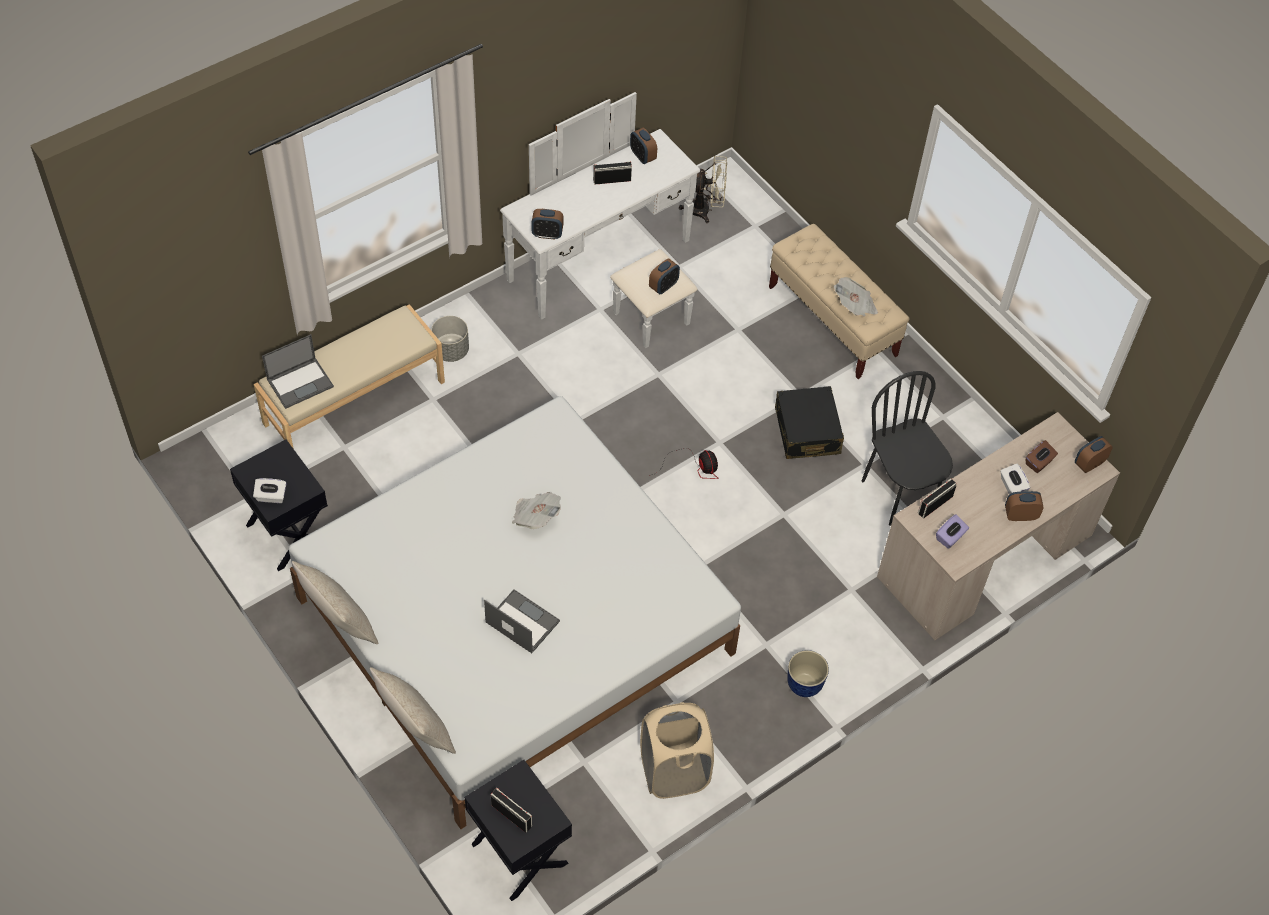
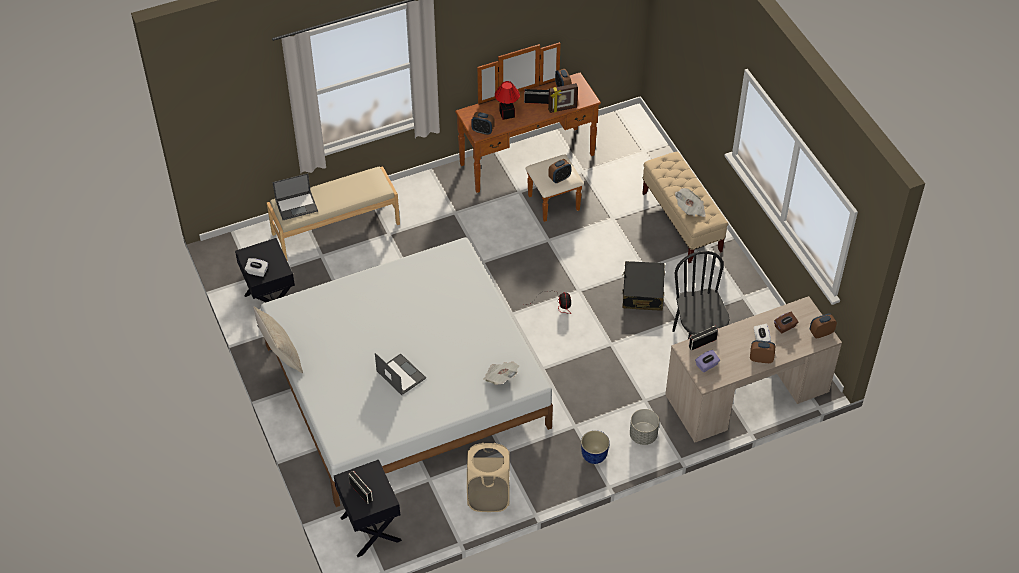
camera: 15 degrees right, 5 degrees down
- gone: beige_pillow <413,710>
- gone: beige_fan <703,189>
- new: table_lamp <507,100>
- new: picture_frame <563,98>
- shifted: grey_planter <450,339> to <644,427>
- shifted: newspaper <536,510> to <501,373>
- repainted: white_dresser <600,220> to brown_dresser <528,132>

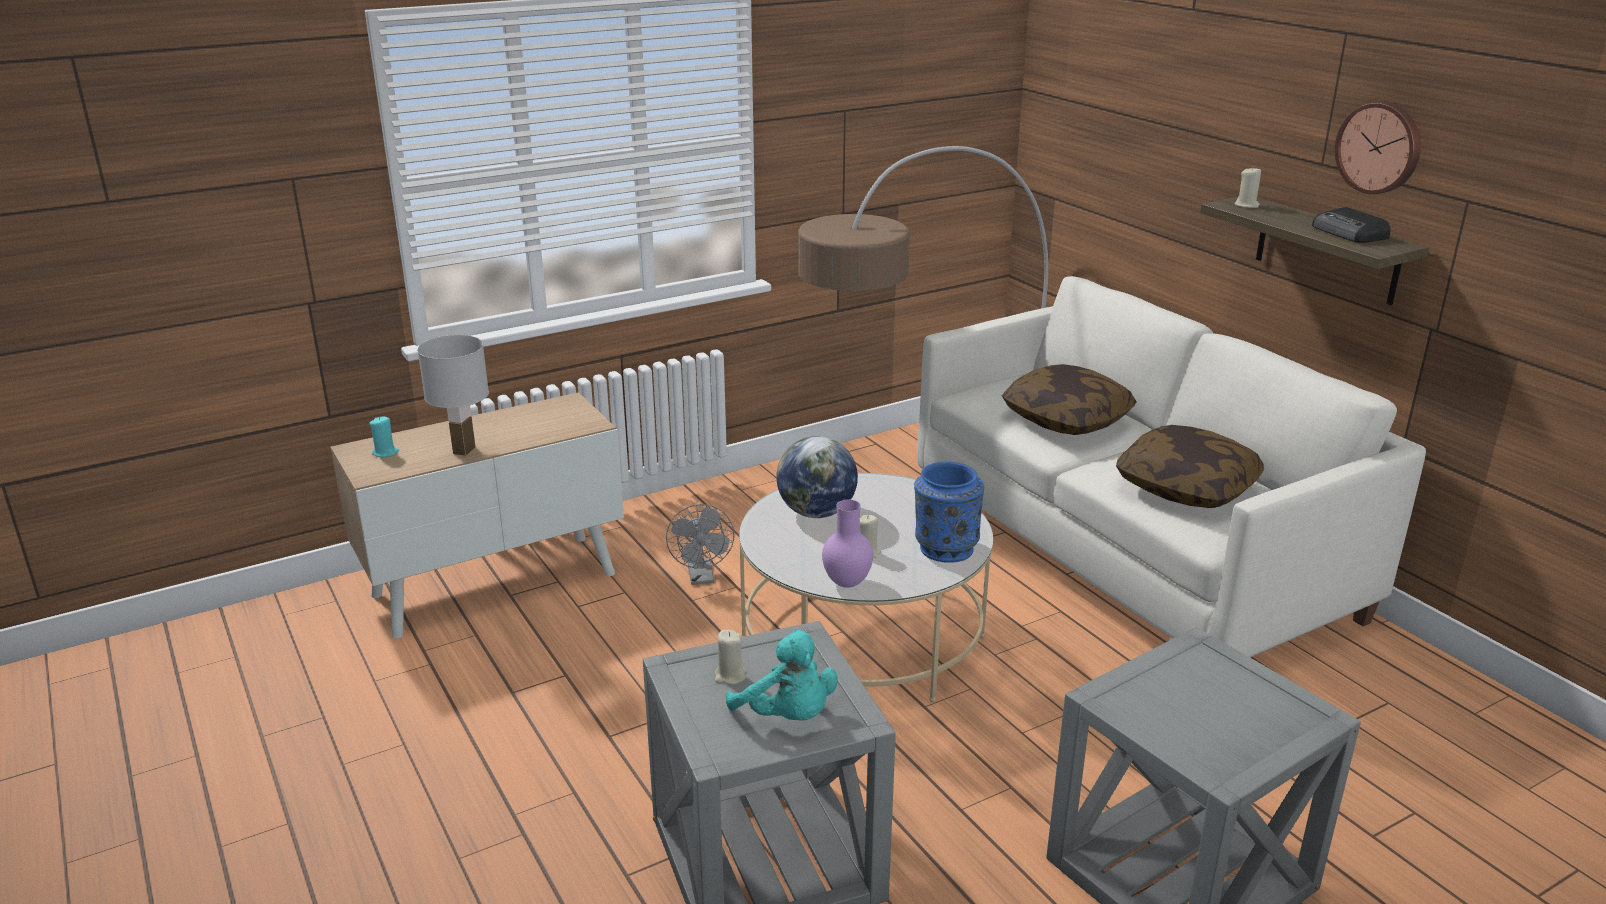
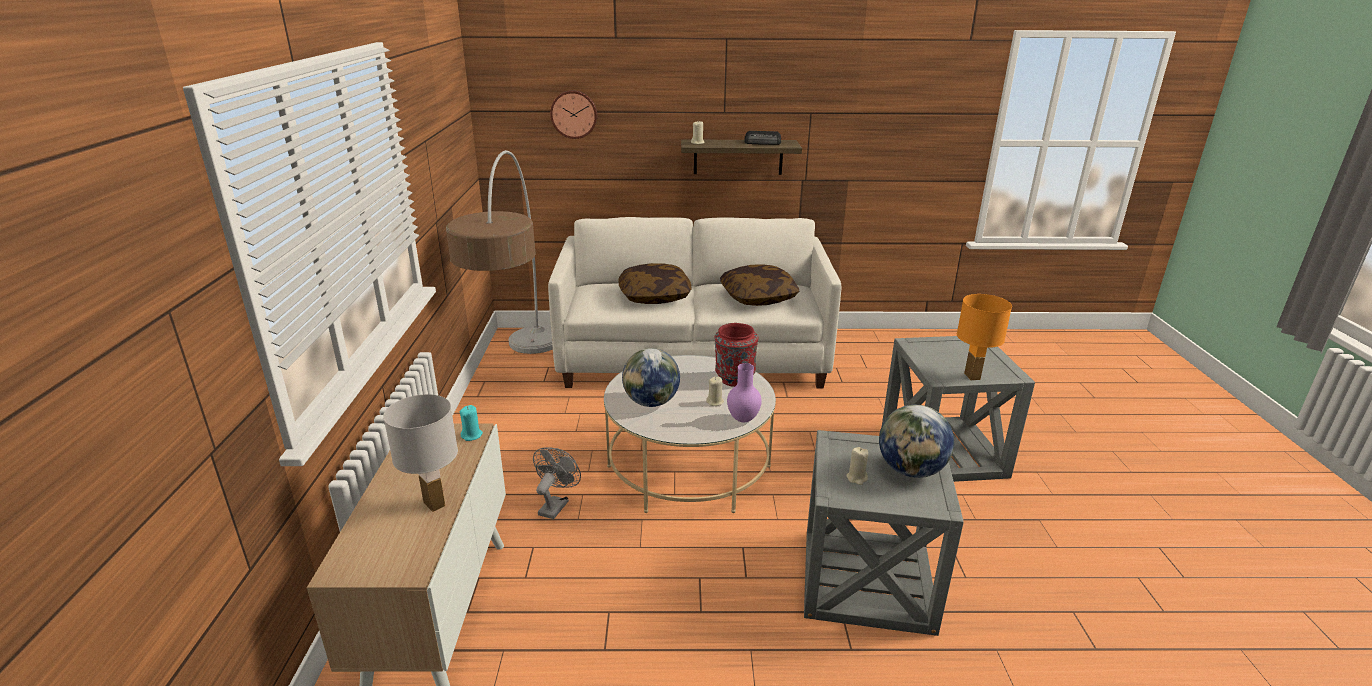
camera: 60 degrees left, 0 degrees up
- new: orange_table_lamp <984,337>
- shifted: turquoise_candle <384,436> to <471,423>
- shifted: wall_clock <1378,148> to <573,114>
- swapped: turquoise_plush_toy <782,675> to globe <916,441>
- repainted: blue_vase <949,512> to red_vase <736,355>
- rotated: grey_fan <700,544> = <557,483> 90 degrees counterclockwise

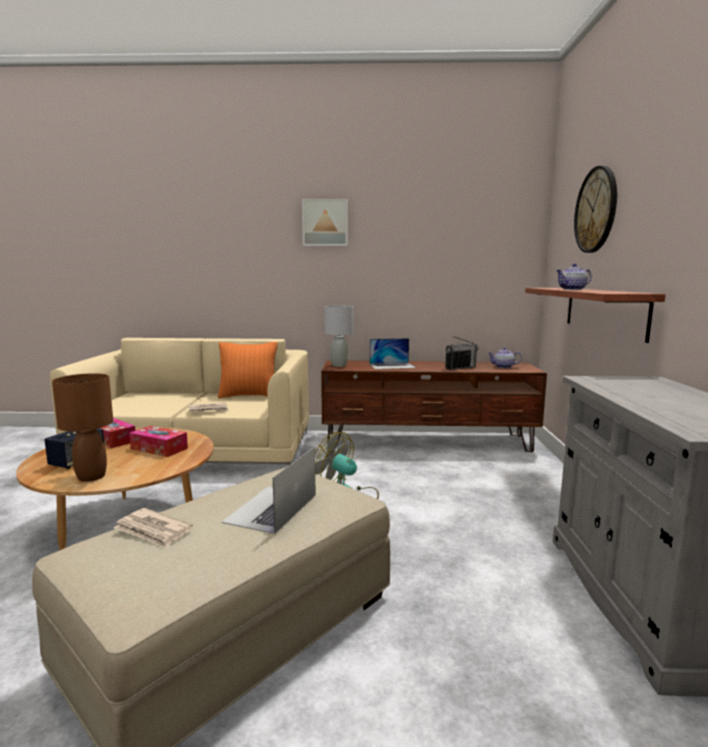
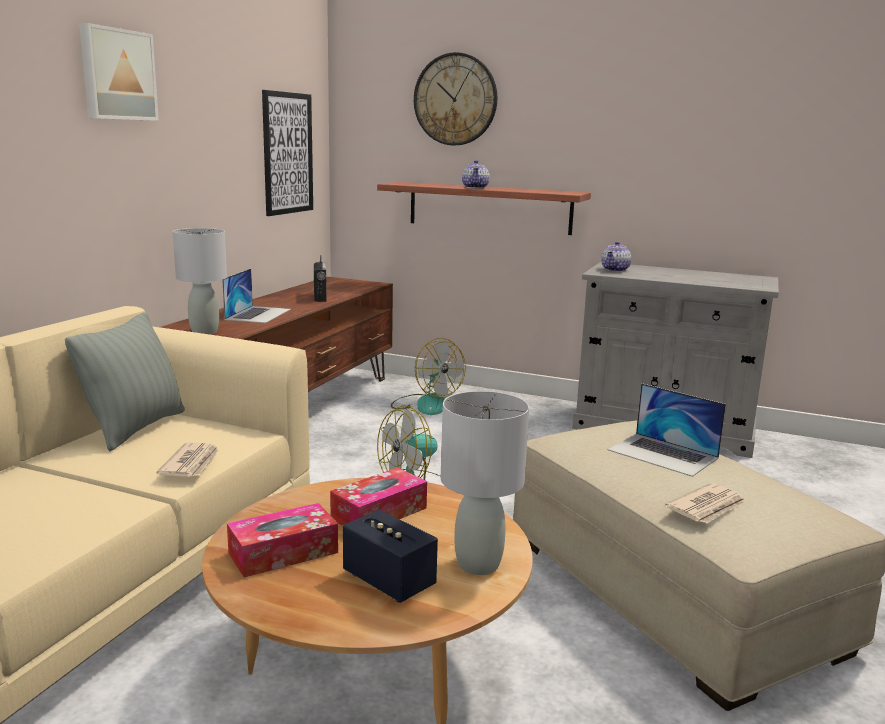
camera: 70 degrees left, 5 degrees up
- new: picture <287,153>
- new: fan <428,376>
- shifted: teapot <504,358> to <616,256>
- repainted: brown_table_lamp <82,427> to grey_table_lamp <485,483>
- repainted: orange_pillow <248,370> to grey_pillow <125,381>

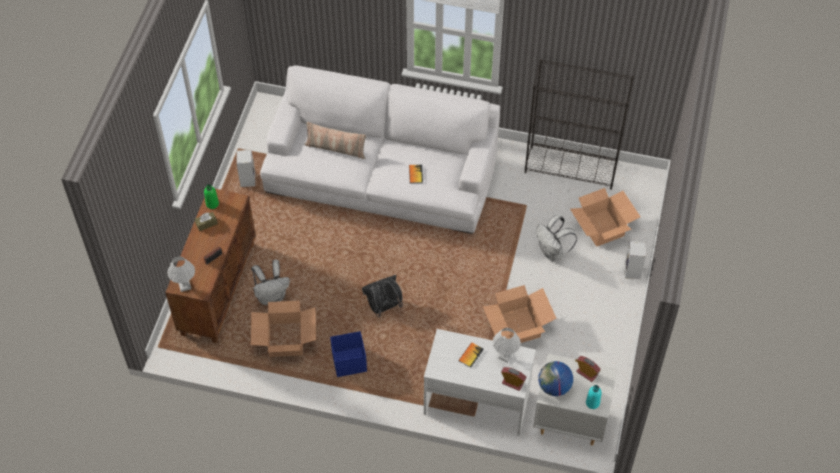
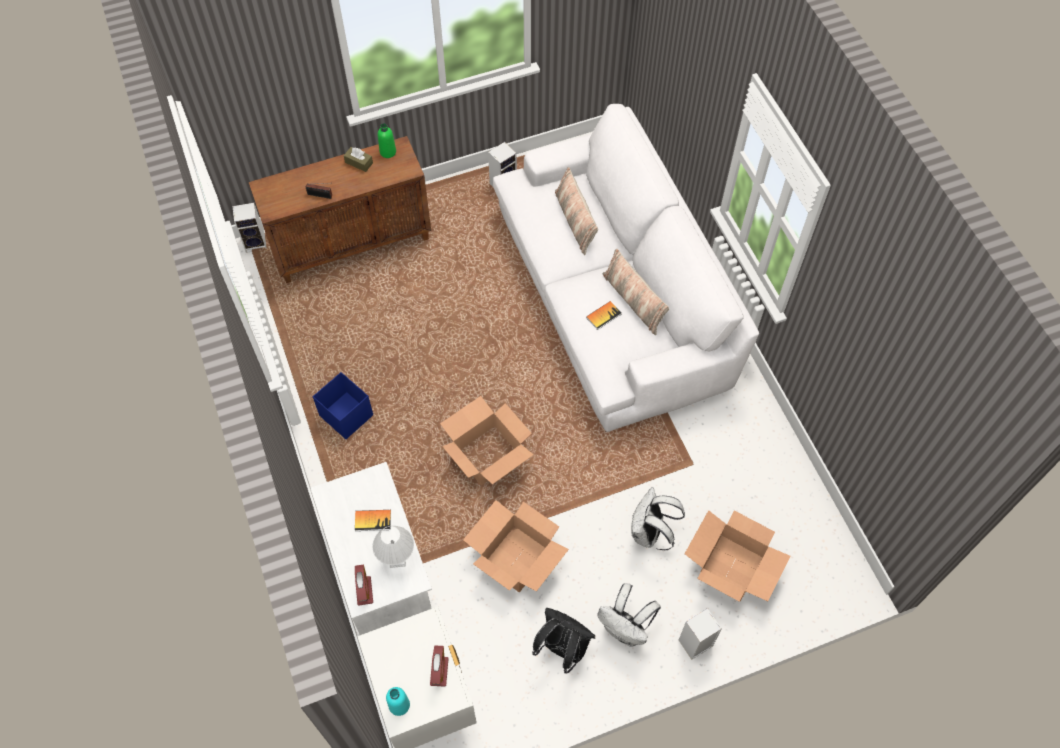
camera: 55 degrees right, 5 degrees up
- gone: white_table_lamp <181,274>
- gone: black_bookcase <579,124>
- gone: globe <555,378>
- new: speaker <250,228>
- new: pillow <636,292>
- shifted: white_backpack <270,282> to <629,614>
- shifted: cardboard_box <283,329> to <487,441>
- shifted: black_backpack <382,296> to <563,640>

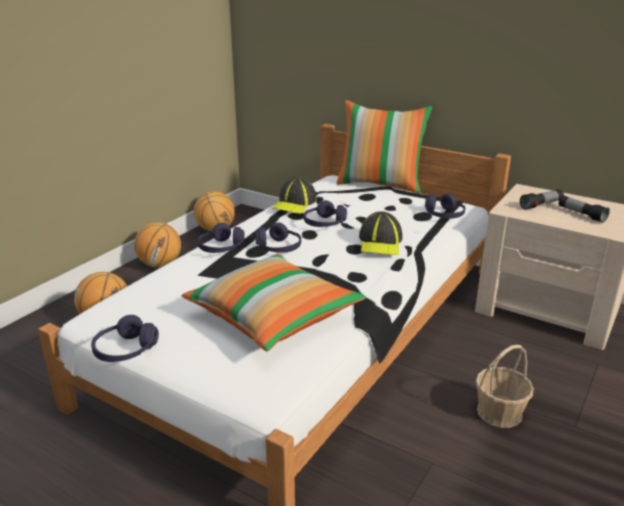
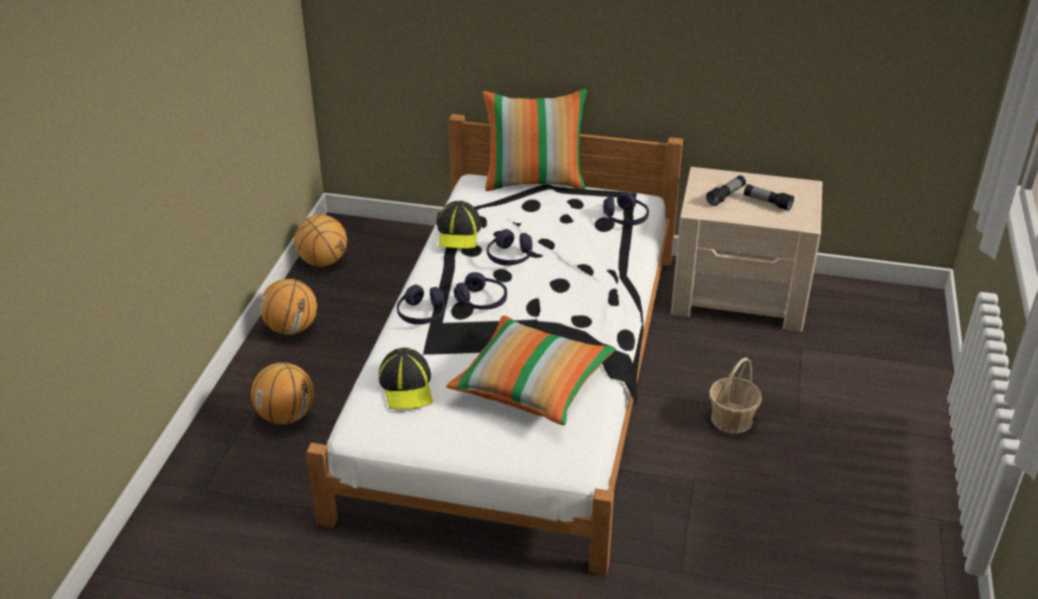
camera: 20 degrees left, 10 degrees up
- gone: purple_headphones <125,338>
- shifted: cap <381,233> to <406,378>

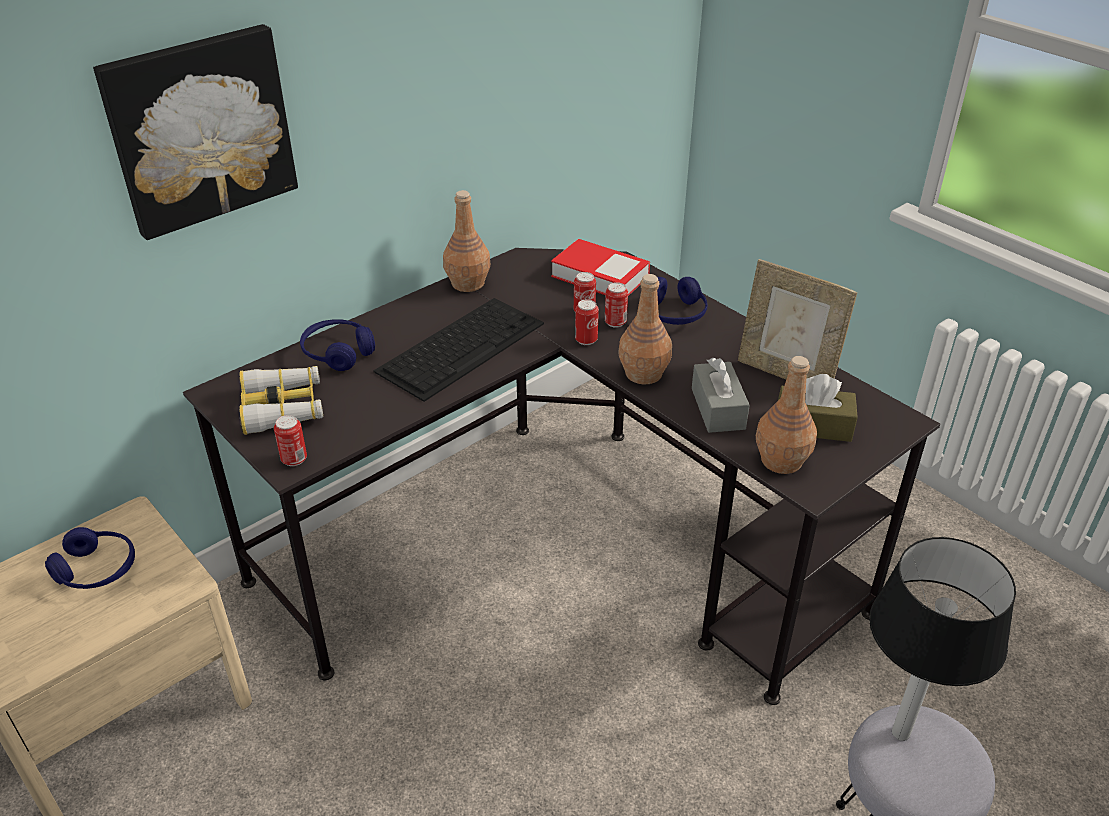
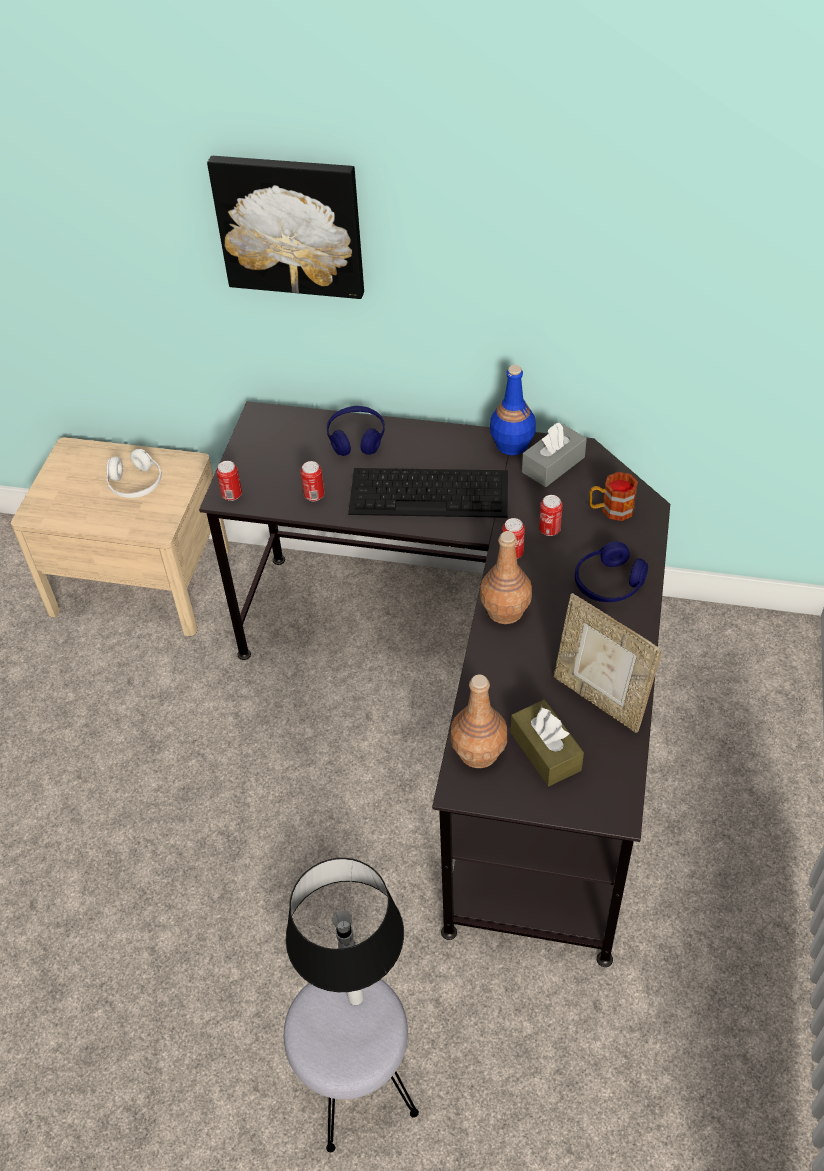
camera: 55 degrees right, 10 degrees up
- gone: binoculars <281,400>
- shifted: can <616,305> to <312,481>
- shifted: grey_tissue_box <721,395> to <554,455>
- swapped: book <600,267> to mug <613,496>
- repainted: blue_headphones <90,558> to white_headphones <134,473>
- repainted: brown_bottle <466,241> to blue_bottle <513,410>
- rotated: picture_frame <797,319> = <608,663> 45 degrees counterclockwise

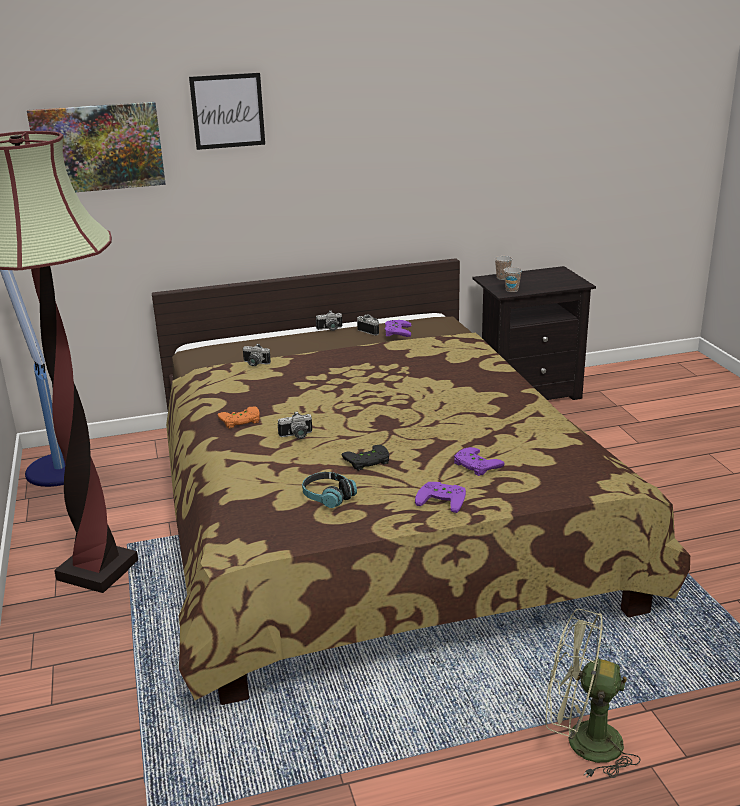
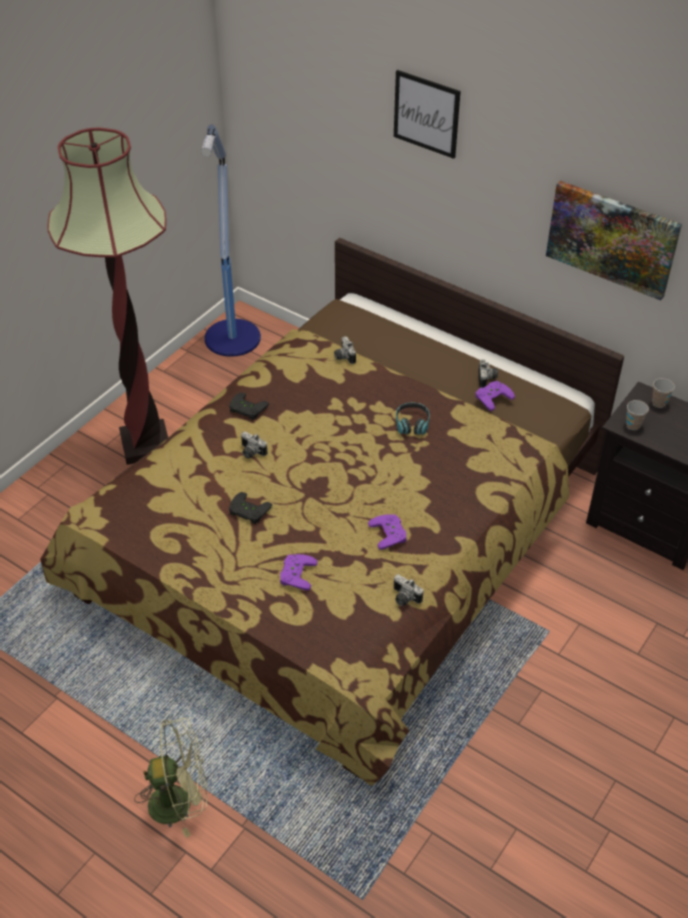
camera: 50 degrees right, 20 degrees up
- shifted: picture <96,147> to <614,240>
- shifted: headphones <329,490> to <413,418>
- shifted: photo_camera <329,321> to <408,590>
- shifted: purple_game_controller <440,497> to <387,532>
- repainted: orange_game_controller <238,417> to black_game_controller <249,406>
- rotated: green_fan <592,693> = <171,778> 105 degrees clockwise

